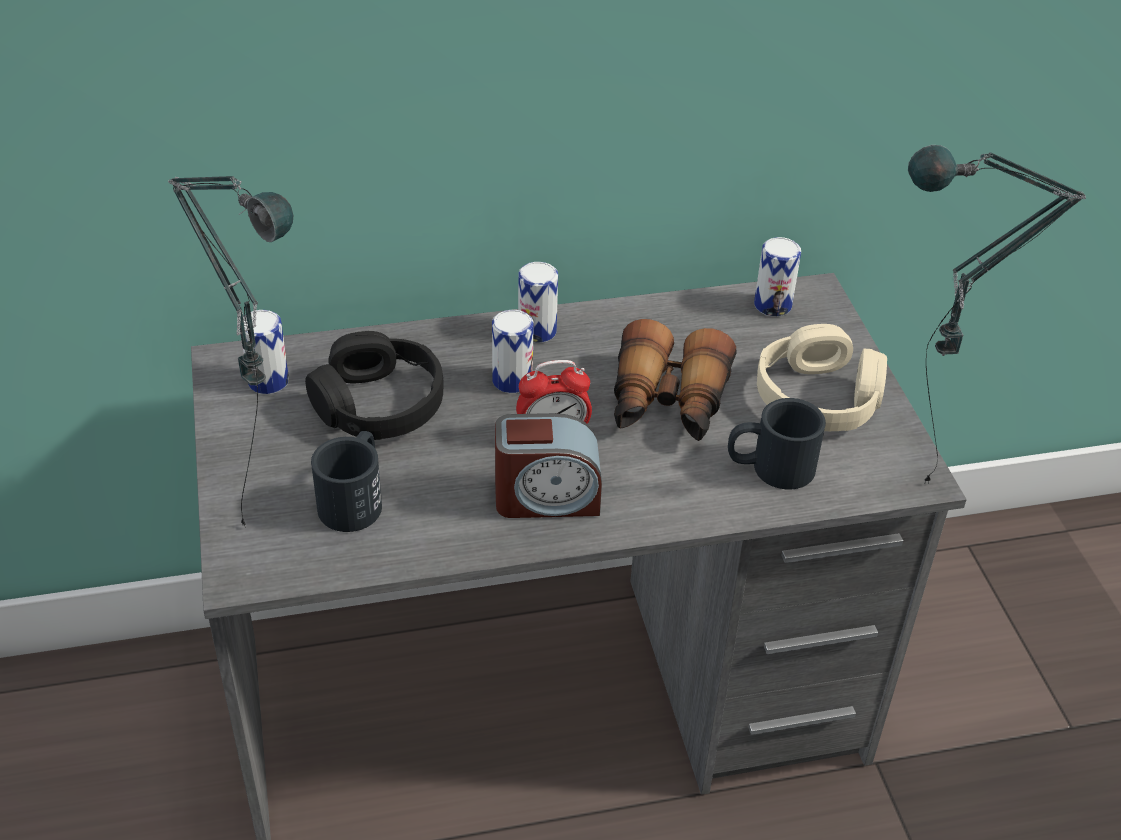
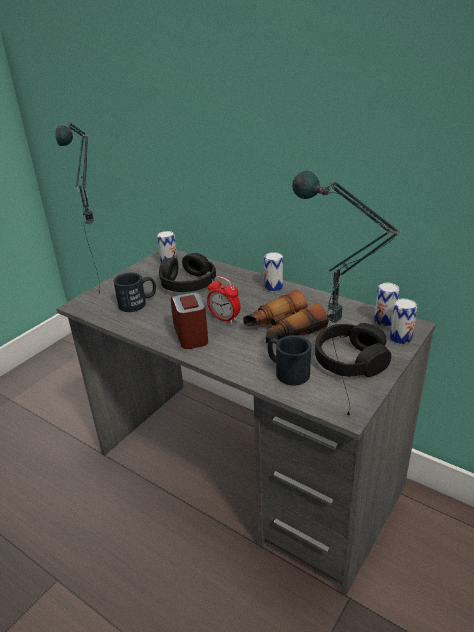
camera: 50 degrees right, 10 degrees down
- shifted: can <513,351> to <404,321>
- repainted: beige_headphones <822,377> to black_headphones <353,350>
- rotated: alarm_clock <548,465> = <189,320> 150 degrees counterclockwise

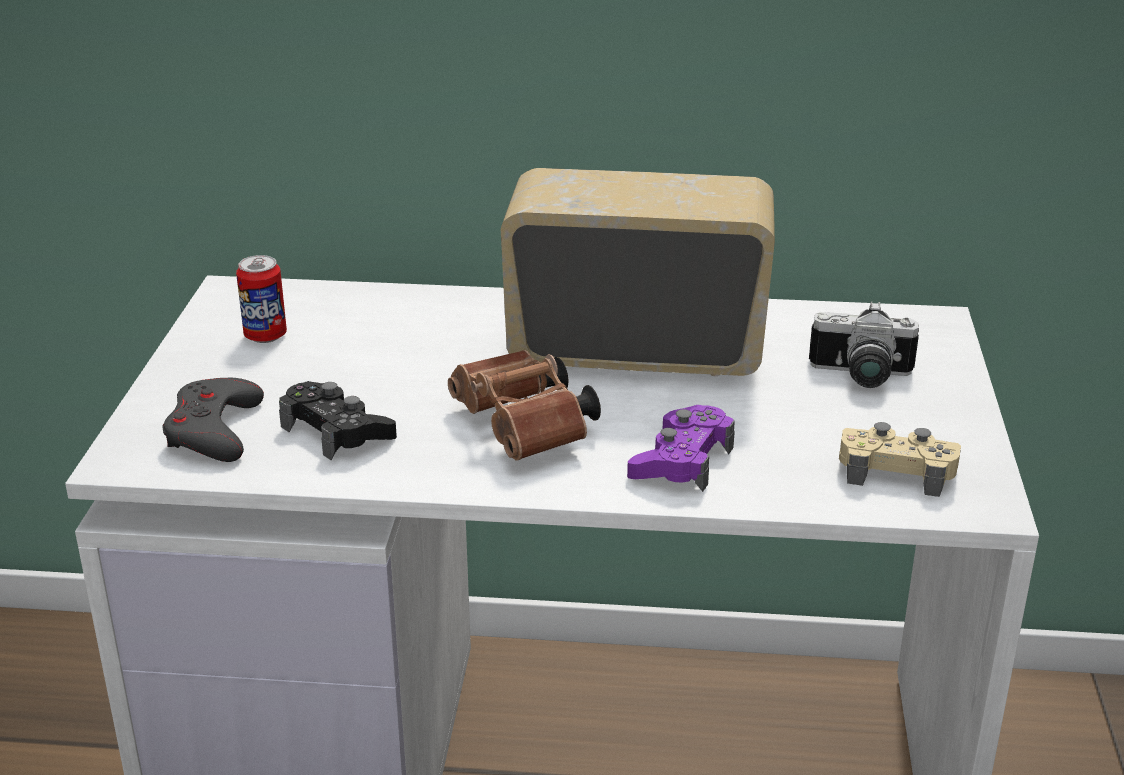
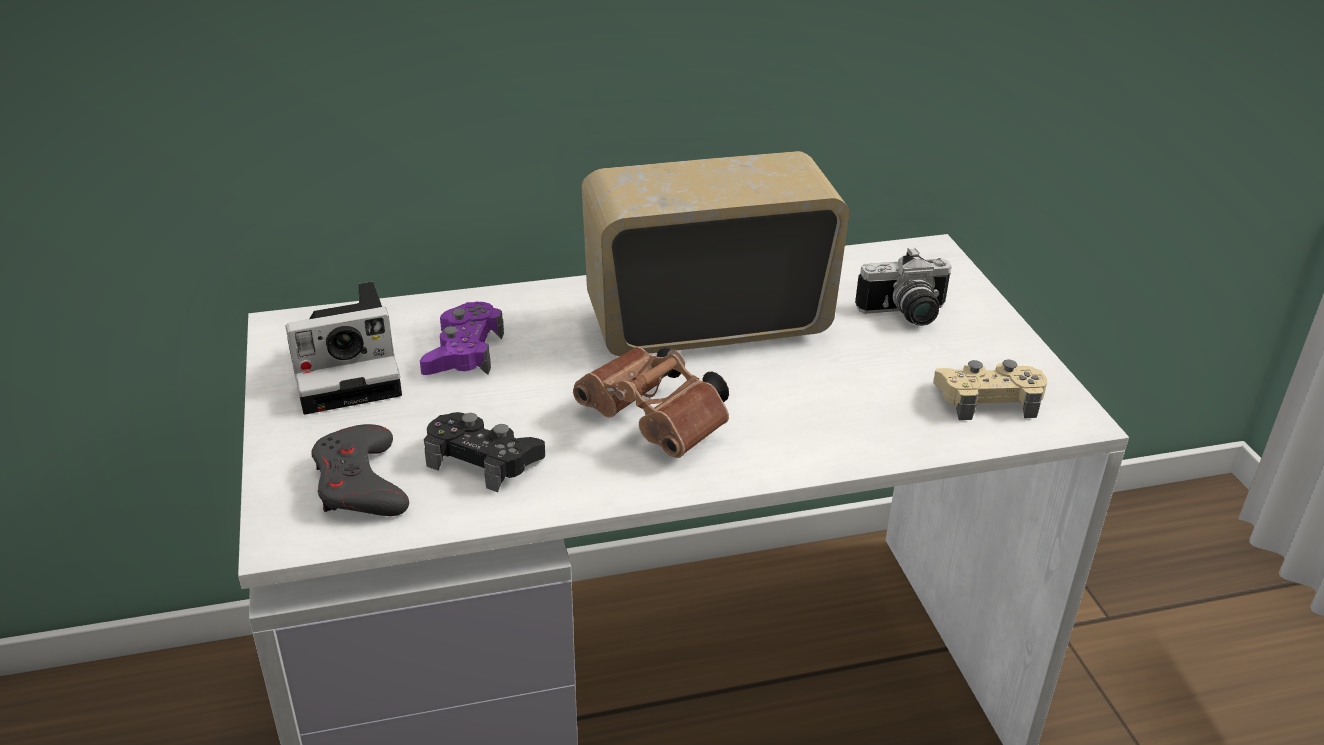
camera: 20 degrees left, 5 degrees up
- shifted: purple_game_controller <681,448> to <462,338>
- swapped: can <261,299> to photo_camera <344,348>

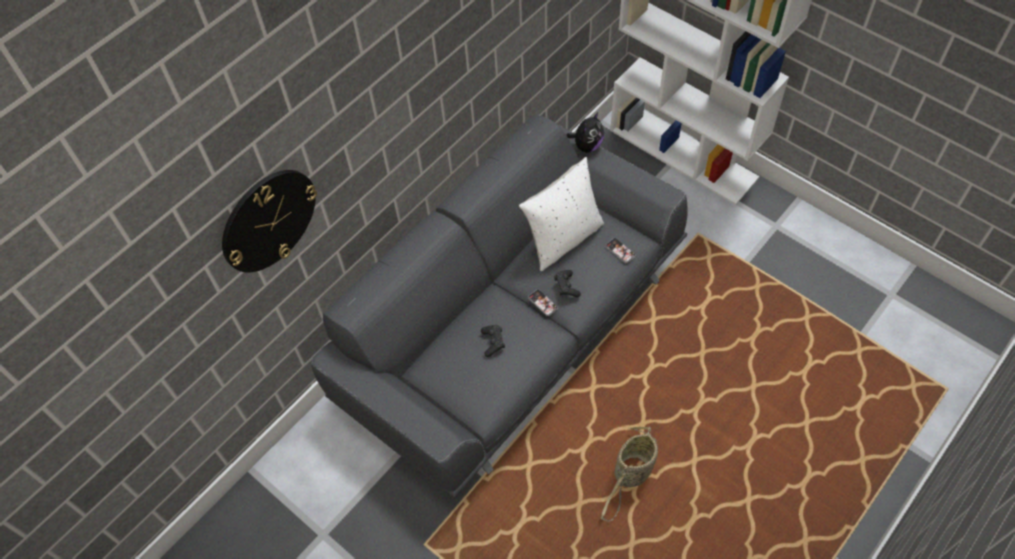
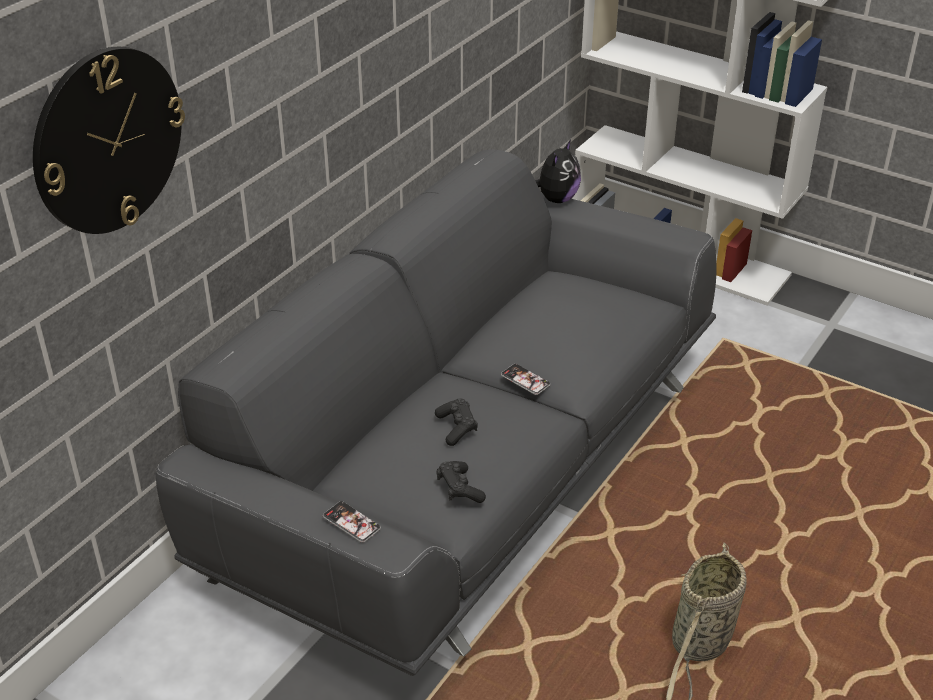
camera: 10 degrees left, 20 degrees down
- gone: white_pillow <561,214>
- shifted: black_game_controller <567,284> to <461,482>
- shifted: phone <620,250> to <352,522>

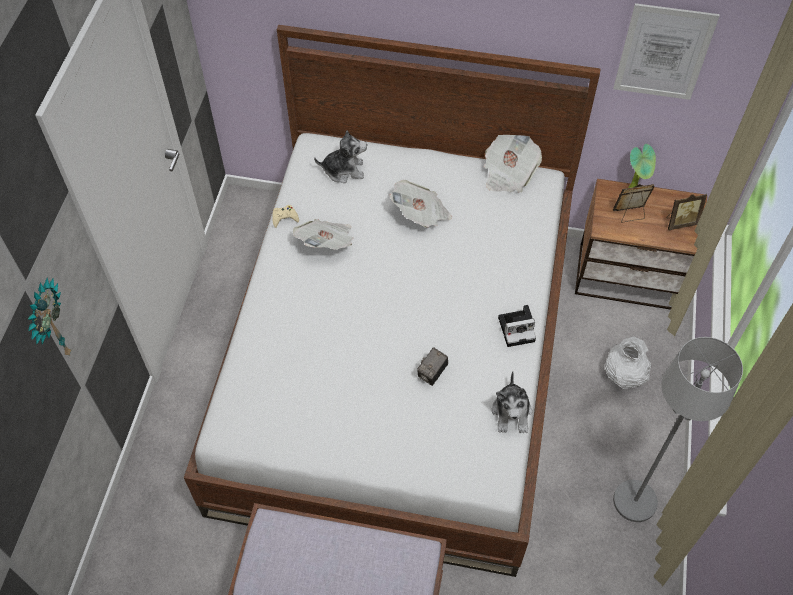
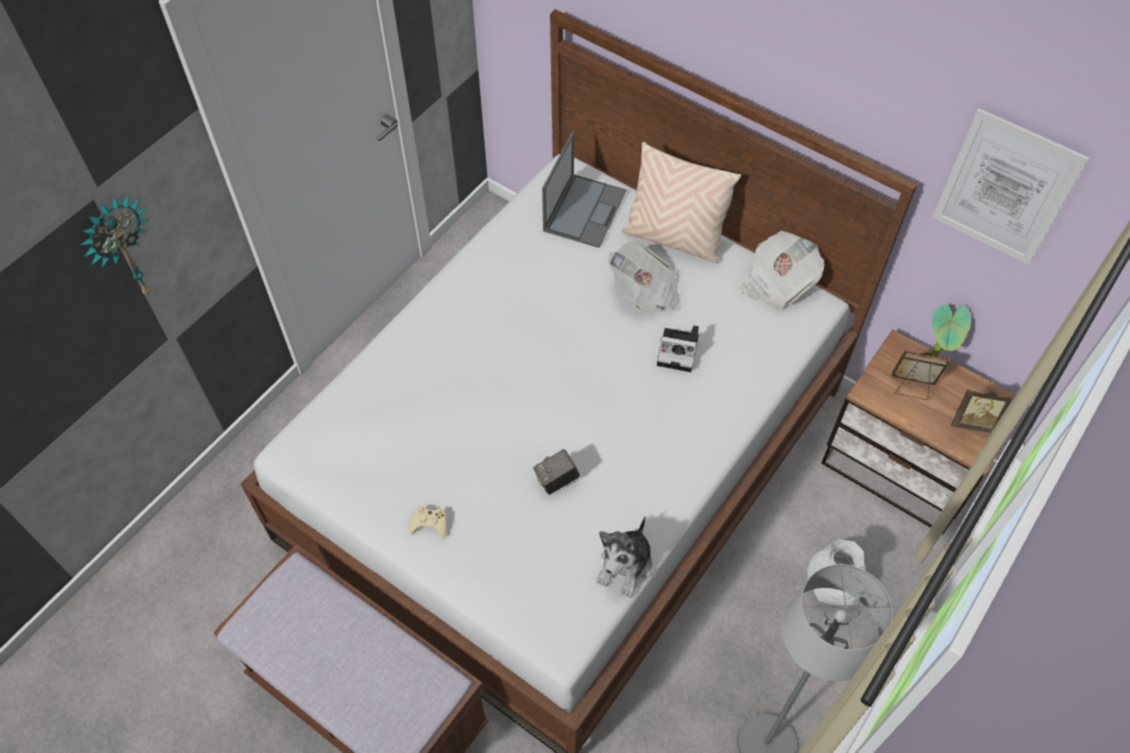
camera: 25 degrees right, 0 degrees up
- gone: newspaper <323,234>
- new: beige_pillow <681,202>
- shifted: beige_game_controller <285,216> to <427,522>
- shifted: photo_camera <517,326> to <678,348>
- swapped: plush_toy <340,156> to laptop <584,190>

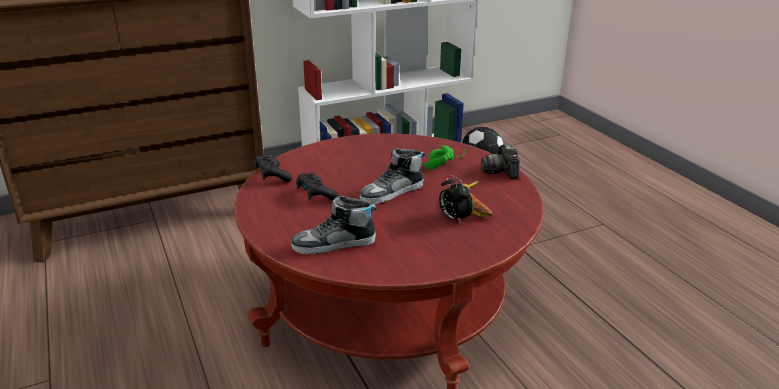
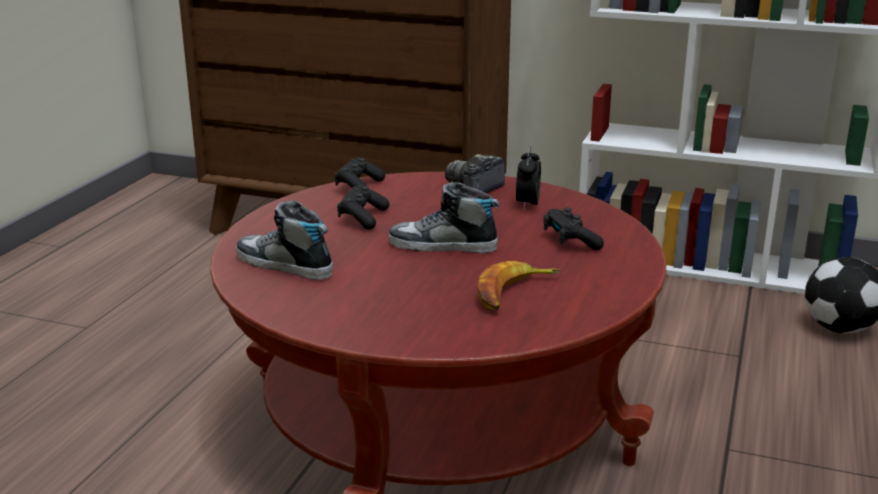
camera: 45 degrees right, 5 degrees down
- shifted: alarm_clock <456,199> to <528,178>
- shifted: photo_camera <500,161> to <475,174>
- swapped: green_headphones <444,157> to black_game_controller <573,228>

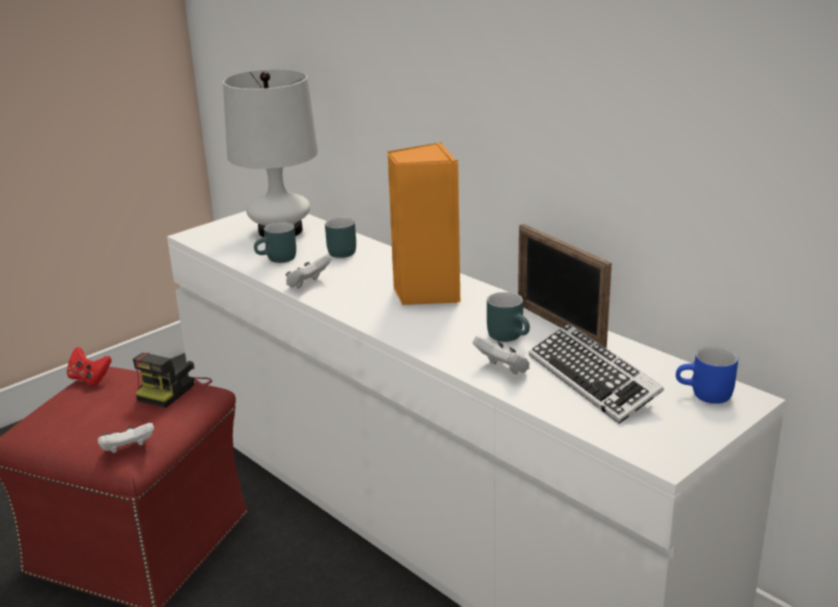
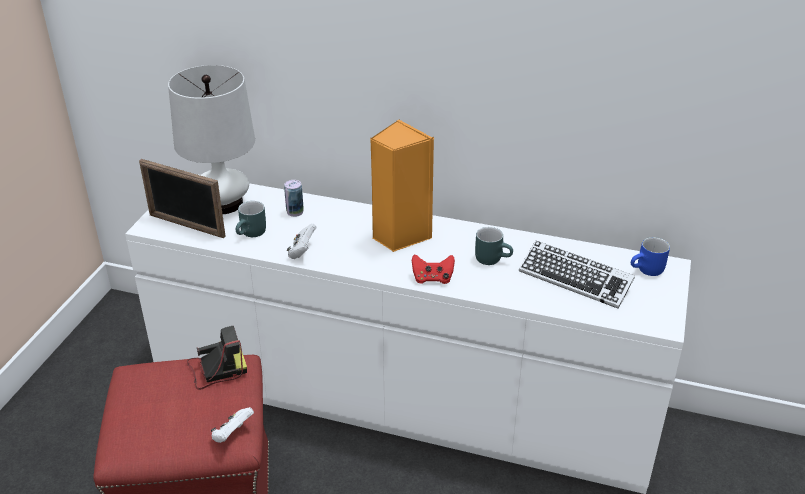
camera: 30 degrees left, 10 degrees up
- gone: white_game_controller <501,355>
- shifted: red_game_controller <89,366> to <433,269>
- shifted: picture_frame <565,286> to <182,198>
- swapped: turquoise_mug <340,237> to can <294,198>
- rotated: photo_camera <172,380> = <217,358> 105 degrees counterclockwise

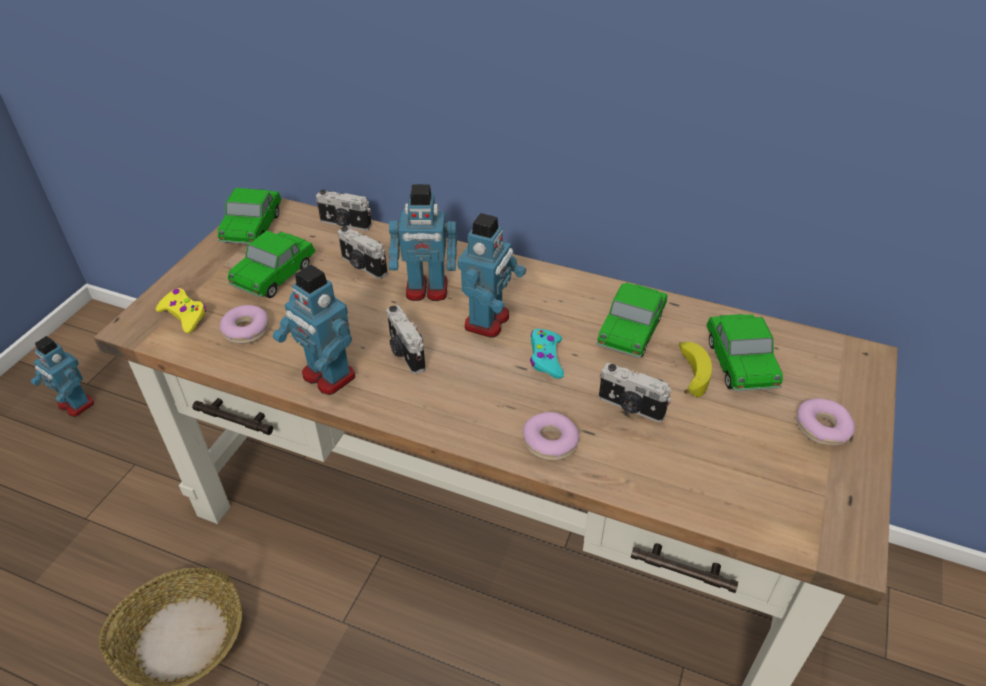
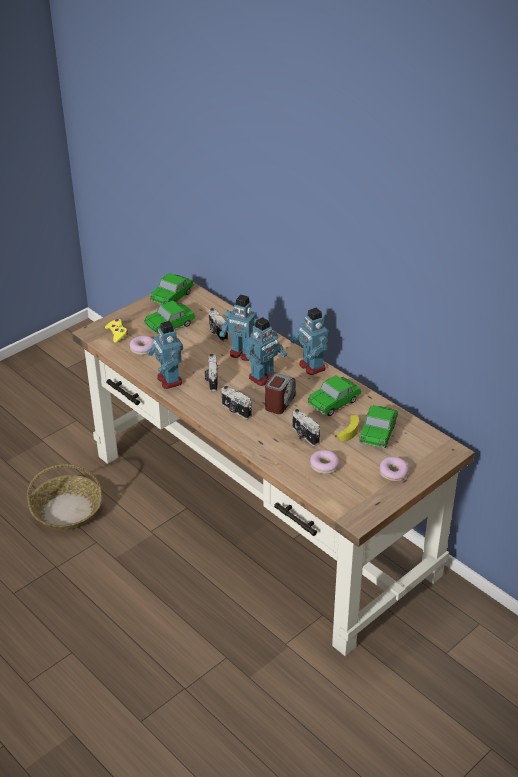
camera: 25 degrees right, 5 degrees down
- shifted: toy_robot <62,376> to <309,341>
- shifted: photo_camera <344,210> to <236,402>
- shifted: donut <551,436> to <324,462>
- swapped: turquoise_game_controller <547,354> to alarm_clock <280,393>

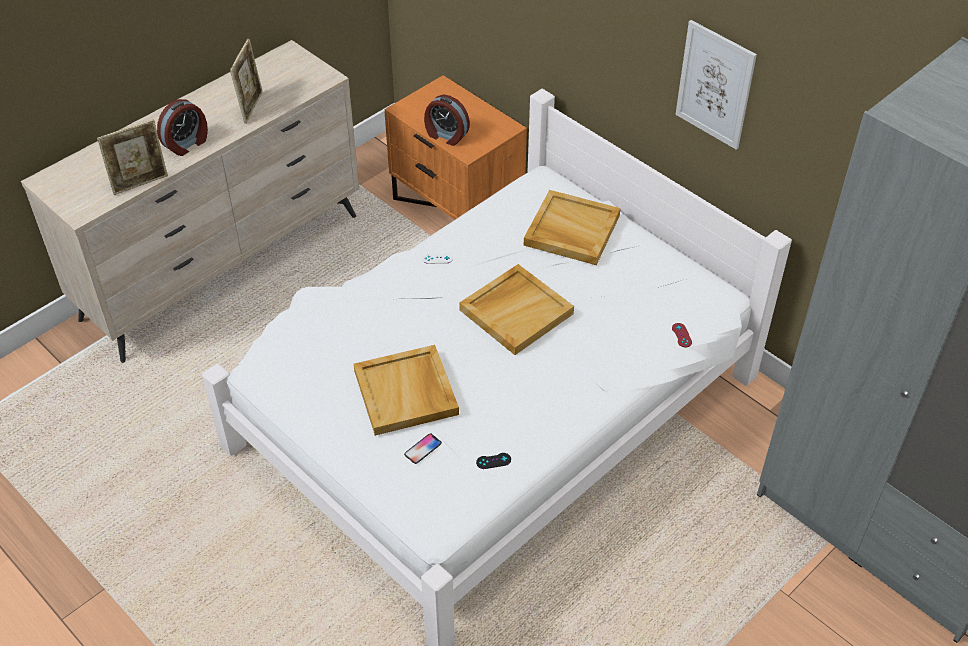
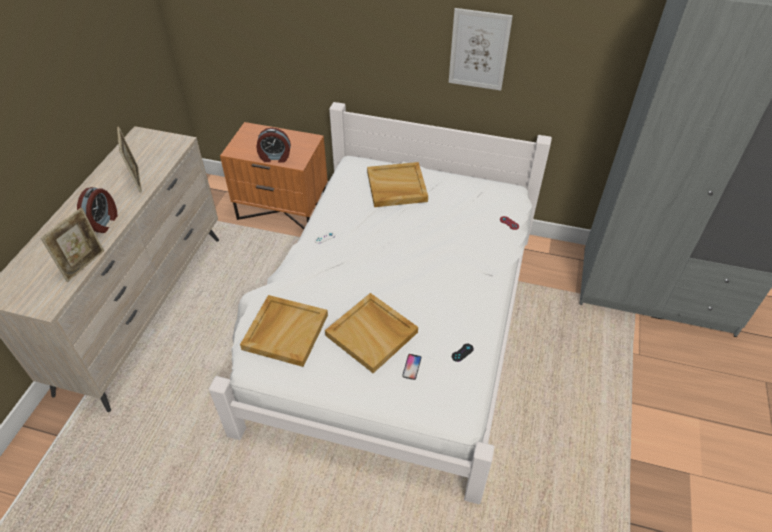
camera: 30 degrees left, 0 degrees up
- shifted: beige_tray <516,309> to <284,331>

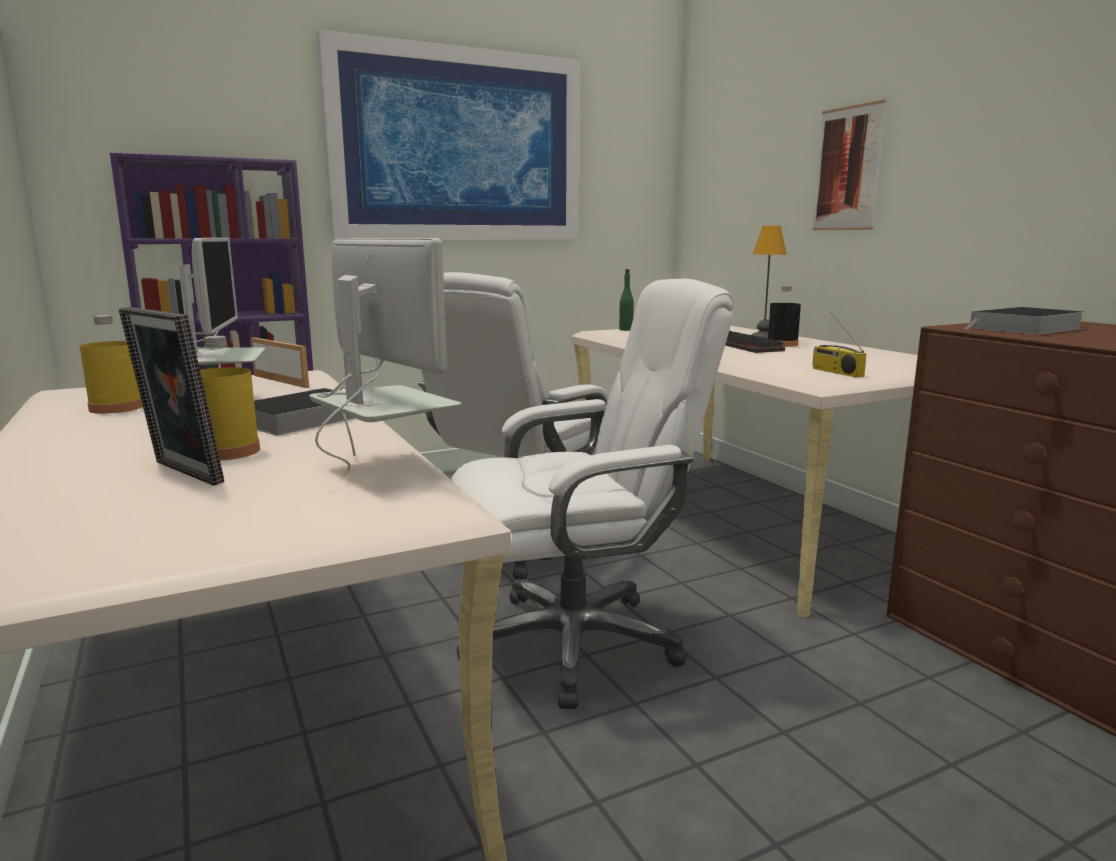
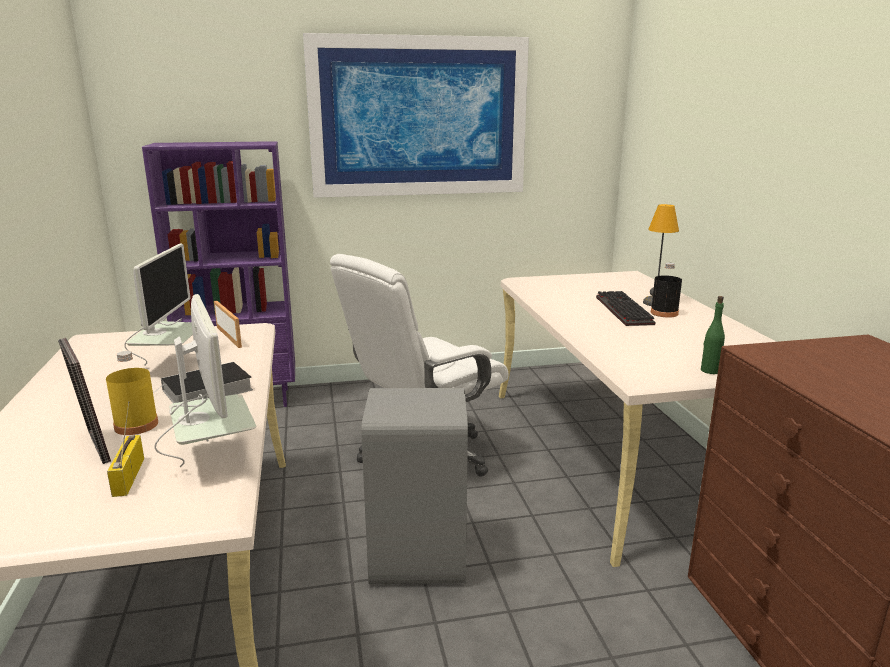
camera: 15 degrees right, 5 degrees up
- gone: yellow_bottle <111,364>
- gone: picture <849,165>
- gone: book <1024,321>
- shifted: green_bottle <626,300> to <713,335>
- shifted: radio <839,344> to <125,449>
- swapped: white_office_chair <592,494> to grey_trash_can <414,486>

